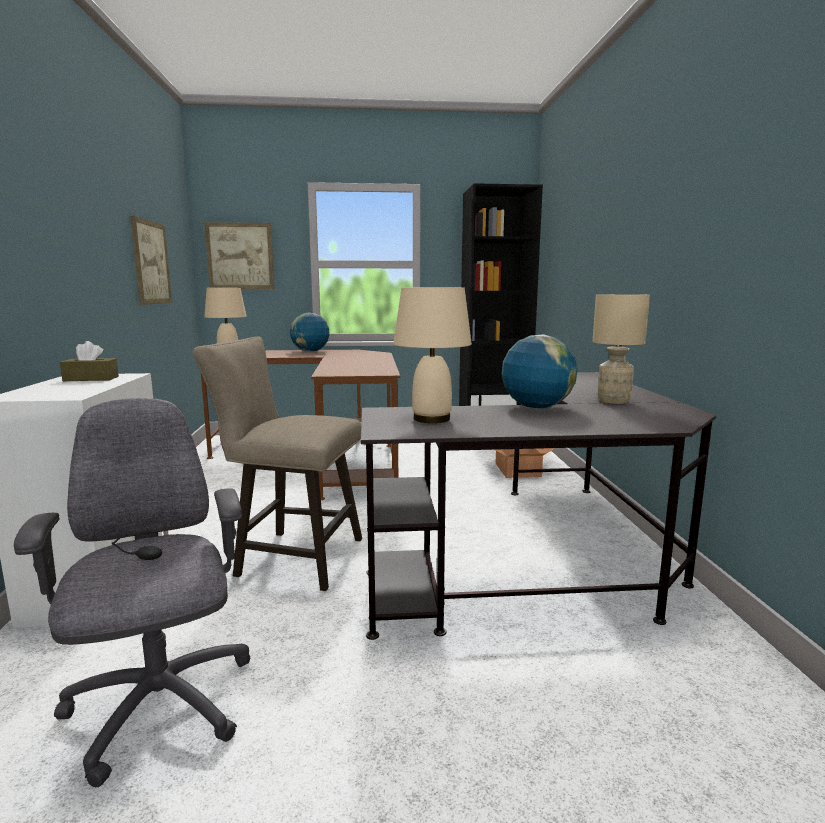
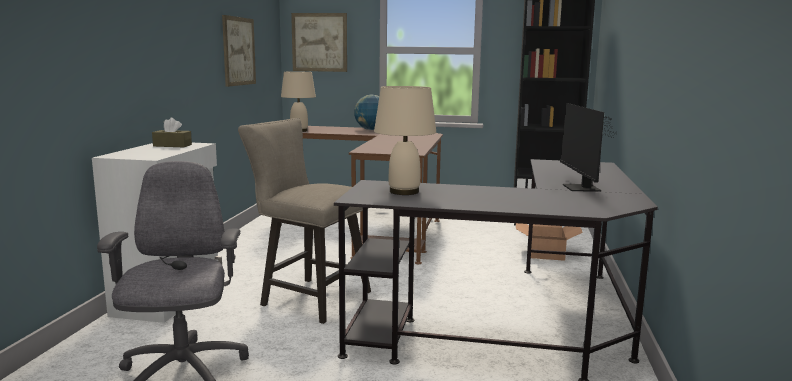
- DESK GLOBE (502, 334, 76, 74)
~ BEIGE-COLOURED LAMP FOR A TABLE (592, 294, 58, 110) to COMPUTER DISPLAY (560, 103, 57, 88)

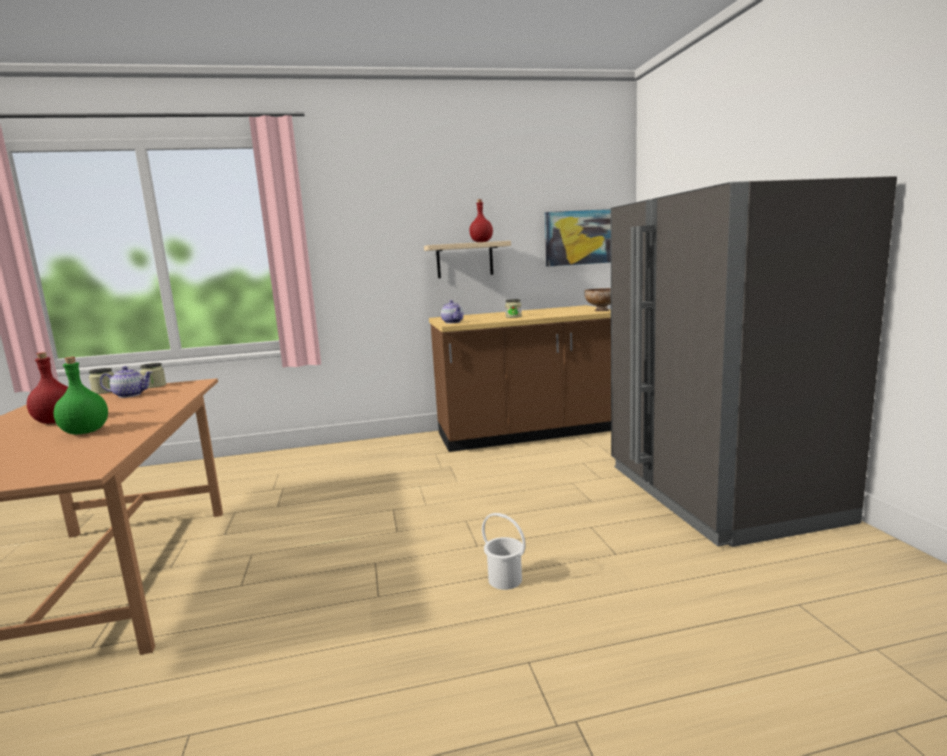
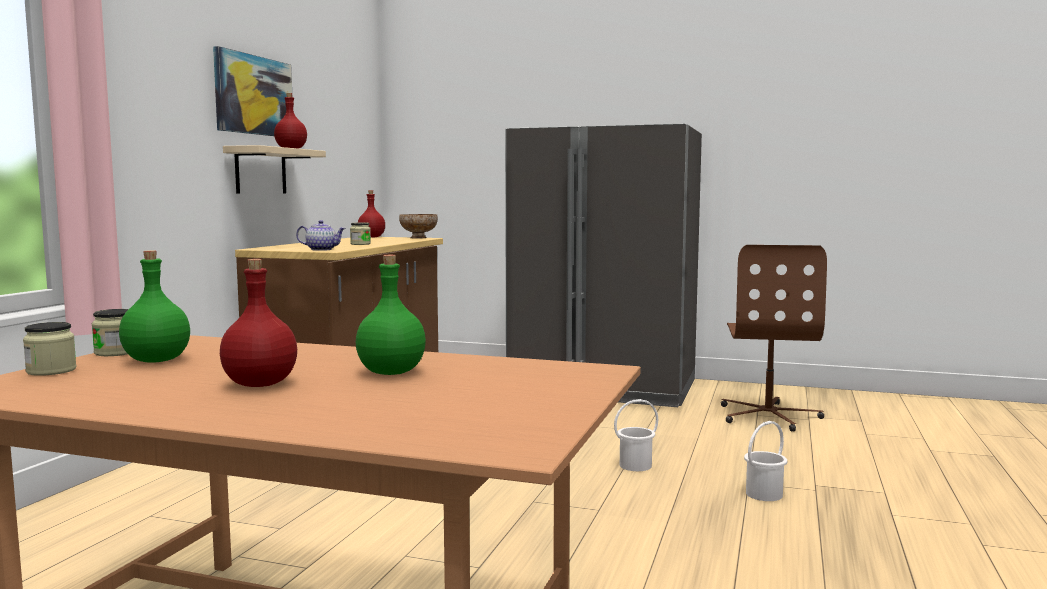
+ RED DRINK BOTTLE (358, 190, 27, 48)
+ BROWN-COLOURED OFFICE CHAIR (721, 245, 106, 186)
+ WHITE-COLOURED BUCKET (744, 421, 43, 80)
~ WALL PICTURE (545, 209, 66, 58) to (213, 46, 79, 90)
~ TEA POT (100, 366, 53, 32) to GREENISH DRINK BOTTLE (119, 250, 71, 113)

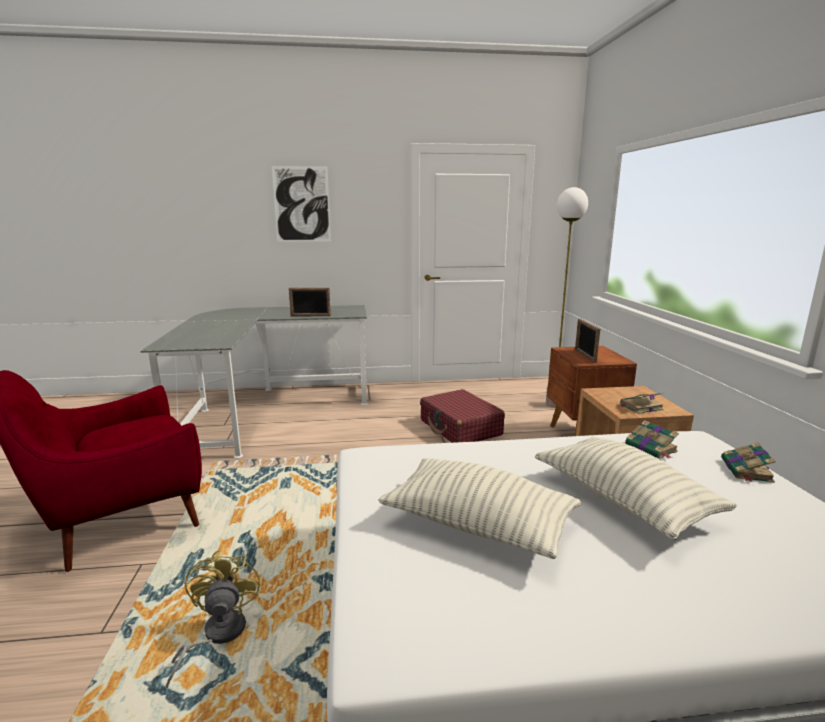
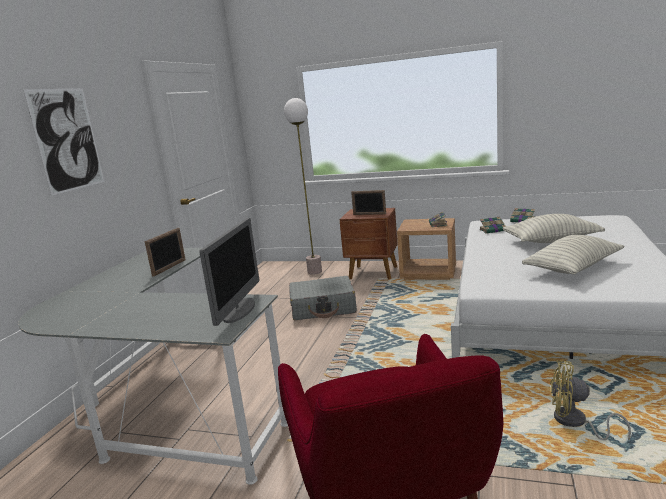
+ COMPUTER DISPLAY (199, 218, 61, 108)
~ RED PIECE OF LUGGAGE (420, 389, 85, 54) to GREY PIECE OF LUGGAGE (289, 276, 68, 44)

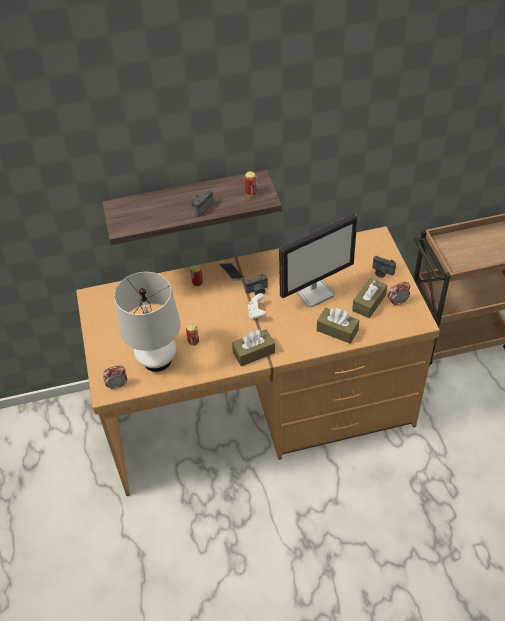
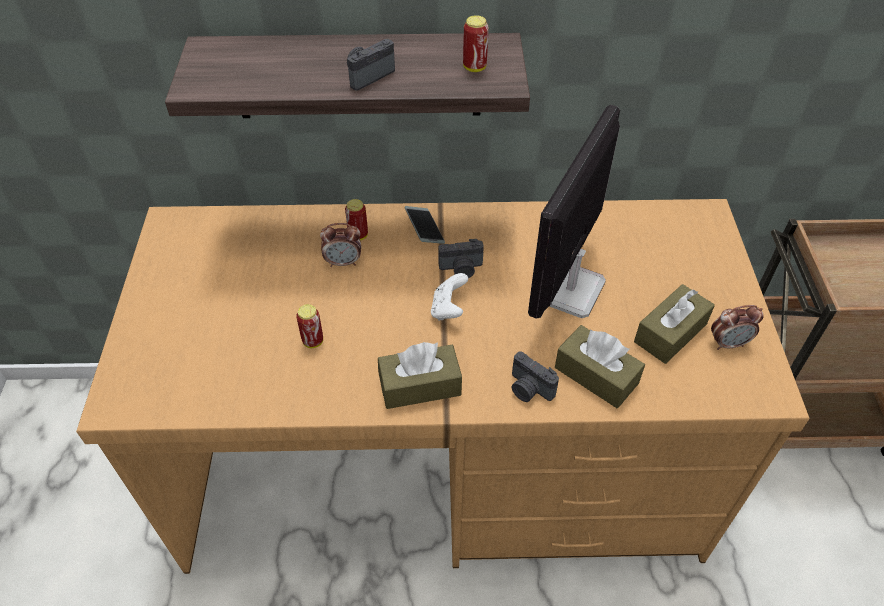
- WHITE-COLOURED LAMP FOR A TABLE (114, 272, 66, 100)
~ BEDSIDE CLOCK (103, 365, 24, 25) to (320, 223, 41, 44)
~ STILL CAMERA (372, 256, 24, 22) to (512, 351, 47, 51)
~ COMPUTER DISPLAY (279, 213, 79, 94) = (528, 105, 92, 214) 135 degrees clockwise

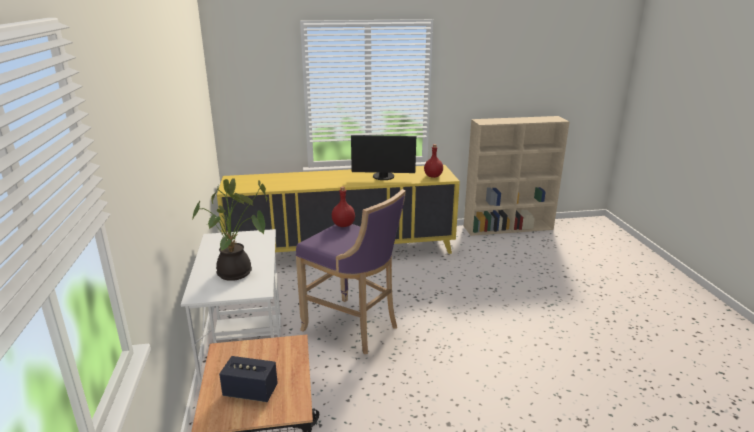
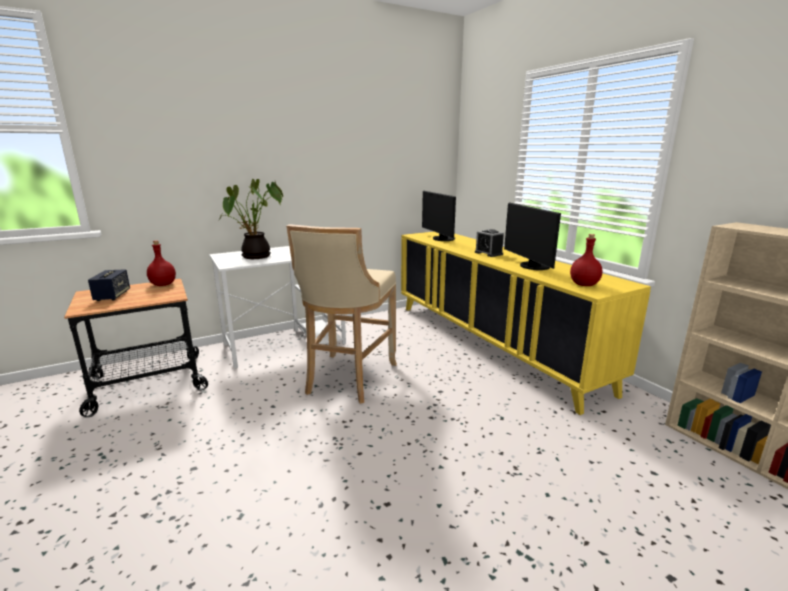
+ COMPUTER DISPLAY (422, 191, 34, 50)
+ BEDSIDE CLOCK (475, 229, 29, 28)
~ RED DRINK BOTTLE (332, 187, 23, 40) to (147, 241, 29, 45)
~ PURPLE-COLOURED STOOL SEAT (296, 189, 110, 165) to BEIGE-COLOURED STOOL SEAT (286, 224, 111, 180)

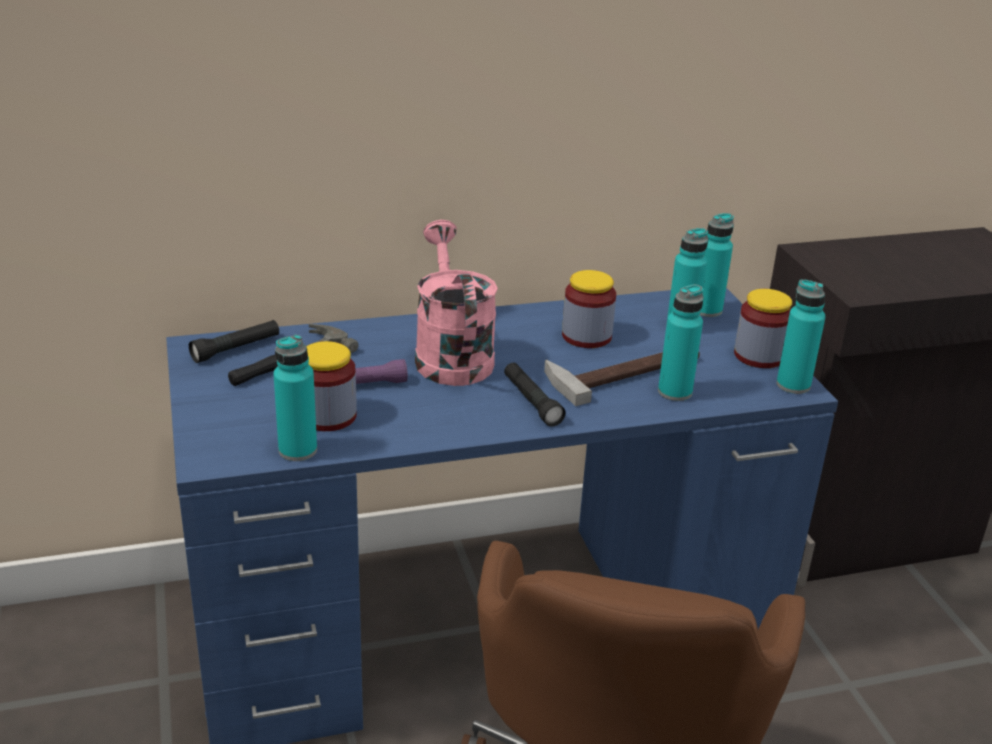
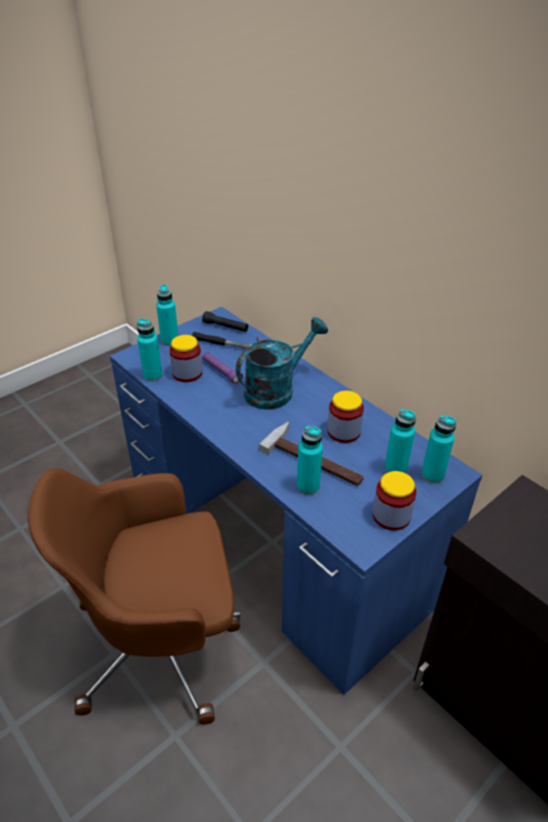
- BLACK-COLOURED TORCH (504, 363, 62, 64)
~ BLUE-GREEN DRINK BOTTLE (776, 279, 50, 115) to (156, 285, 22, 61)
~ PINK WATERING CAN (415, 220, 83, 166) to BLUE-GREEN WATERING CAN (236, 317, 92, 93)

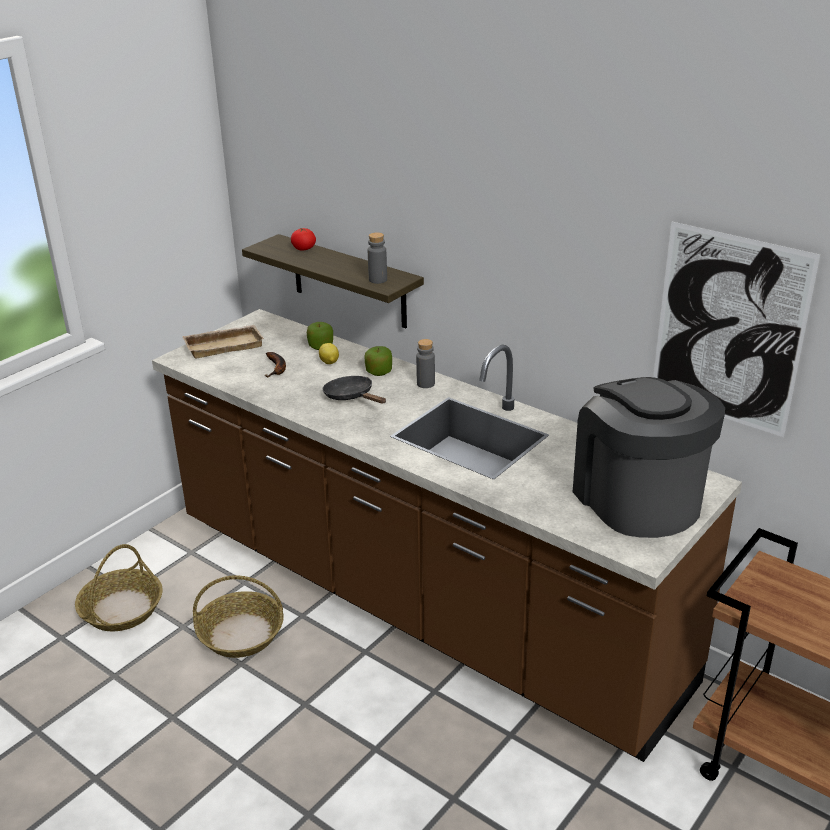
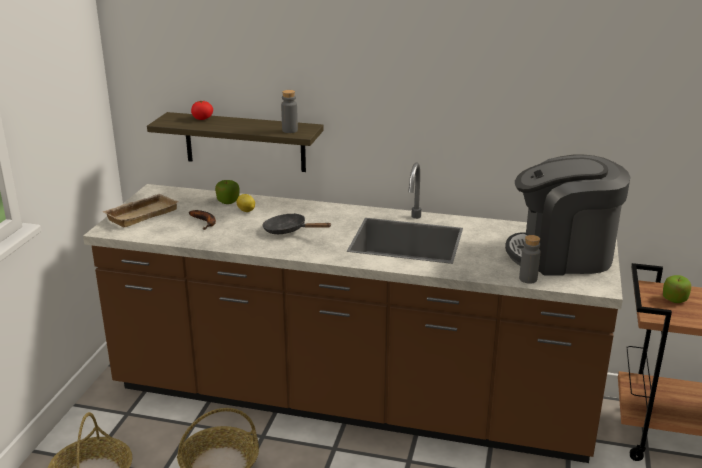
- WALL PICTURE (653, 222, 168, 215)
~ APPLE FRUIT (364, 346, 28, 30) to (663, 275, 28, 28)
~ GREY DRINK BOTTLE (416, 339, 19, 49) to (519, 235, 21, 49)
~ COFFEE MACHINE (573, 377, 152, 161) = (505, 154, 125, 122) 45 degrees counterclockwise

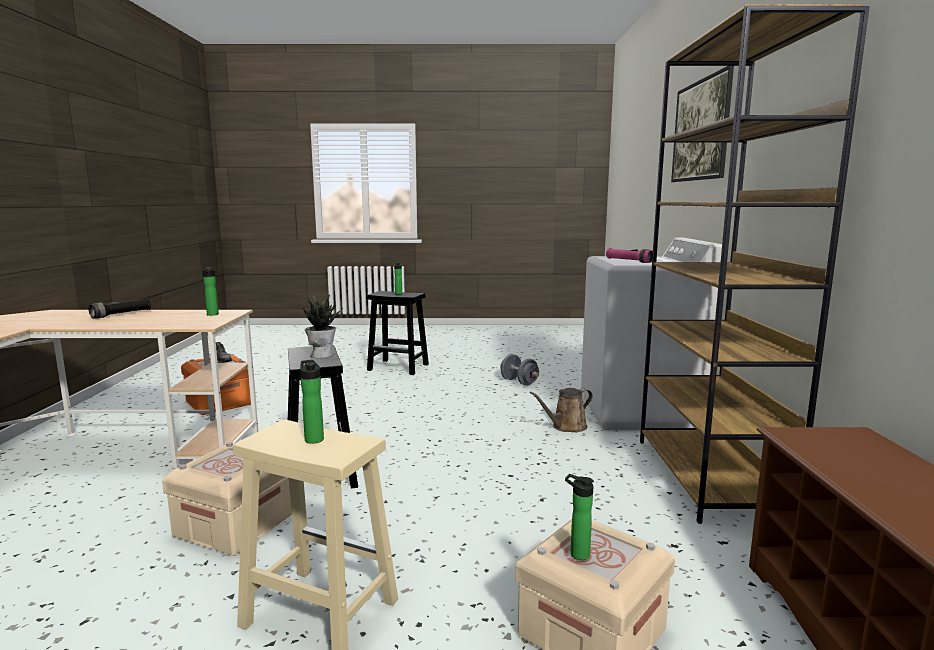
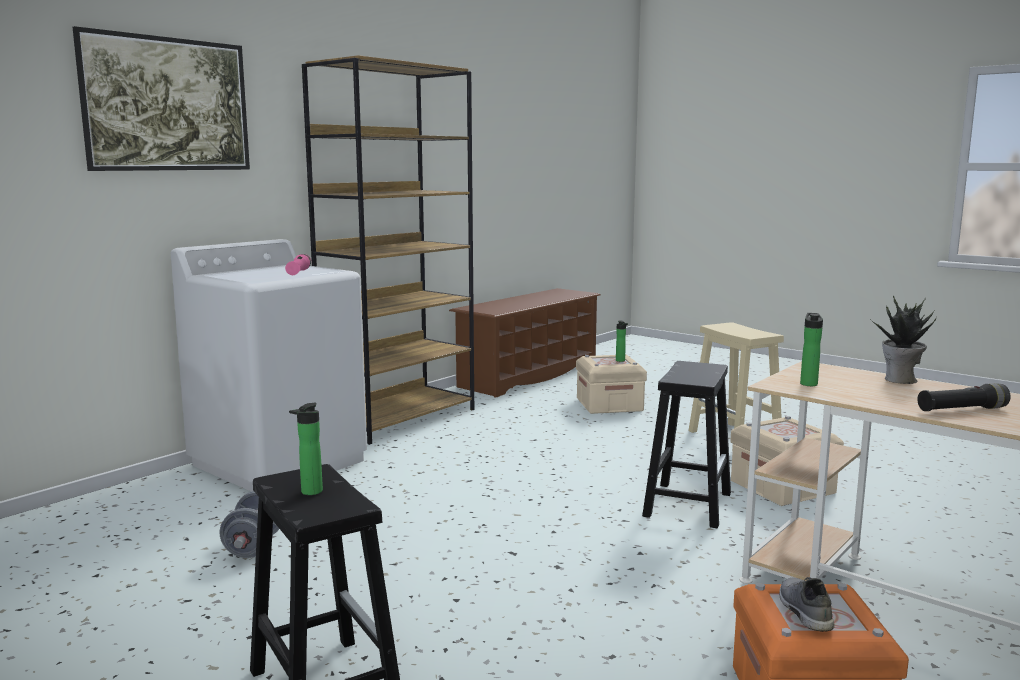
- DRINK BOTTLE (300, 360, 24, 84)
- BROWN-COLOURED WATERING CAN (530, 388, 63, 44)
~ POTTED PLANT (300, 294, 44, 64) to (870, 295, 67, 89)

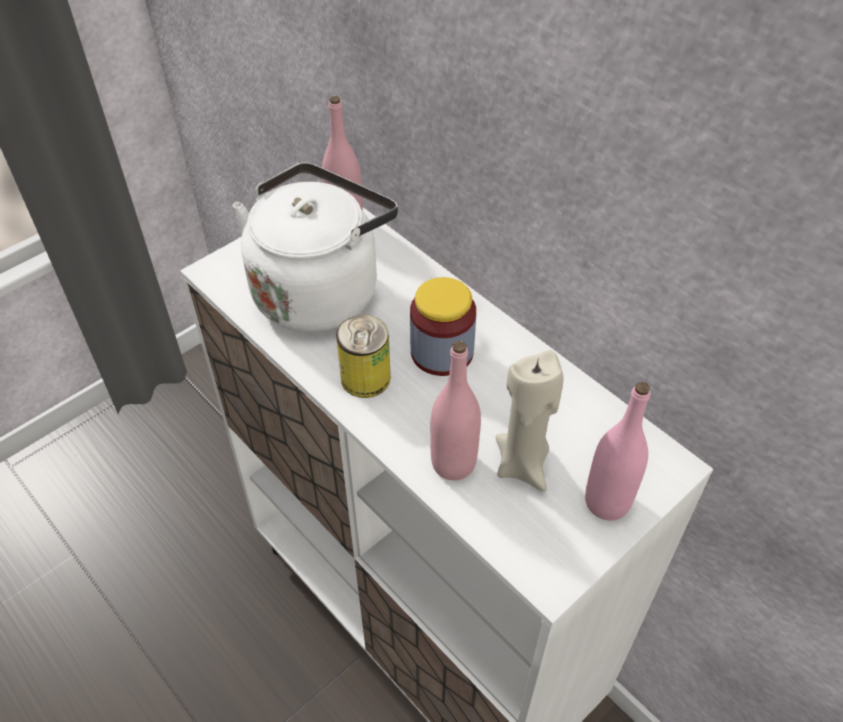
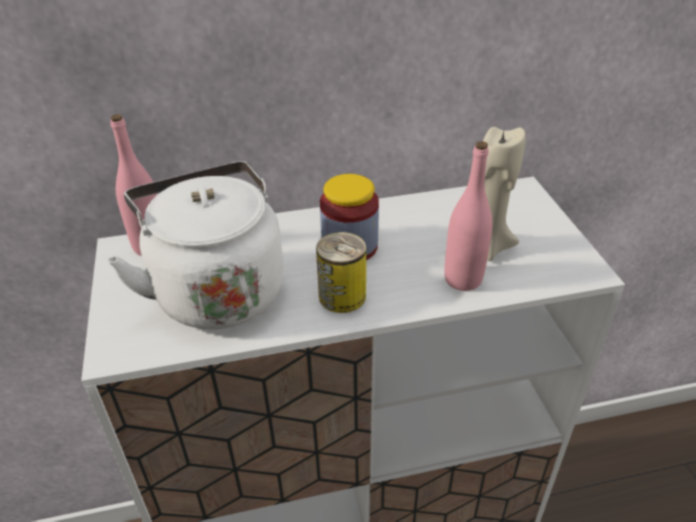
- PINK DRINK BOTTLE (585, 382, 66, 138)

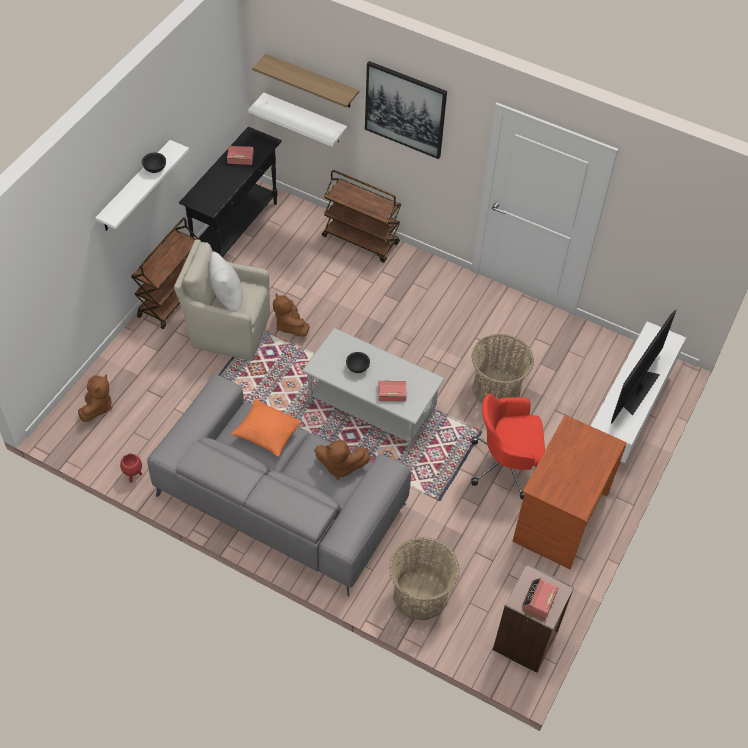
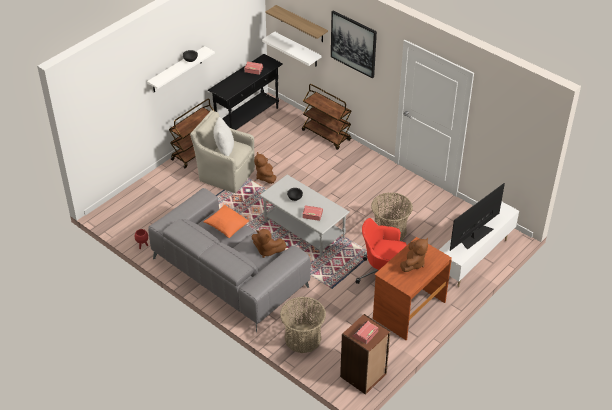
~ BROWN-COLOURED SOFT TOY (78, 374, 34, 48) to (400, 238, 28, 34)

